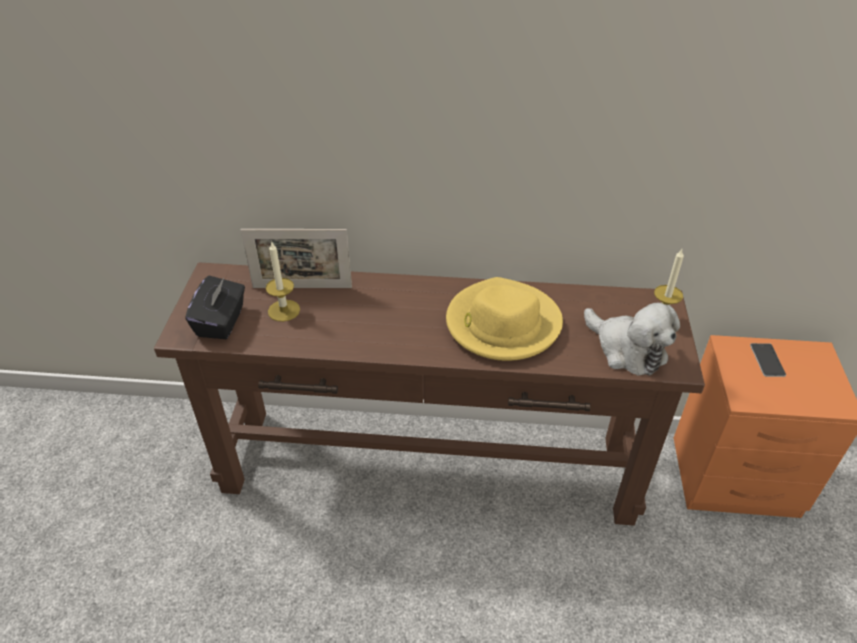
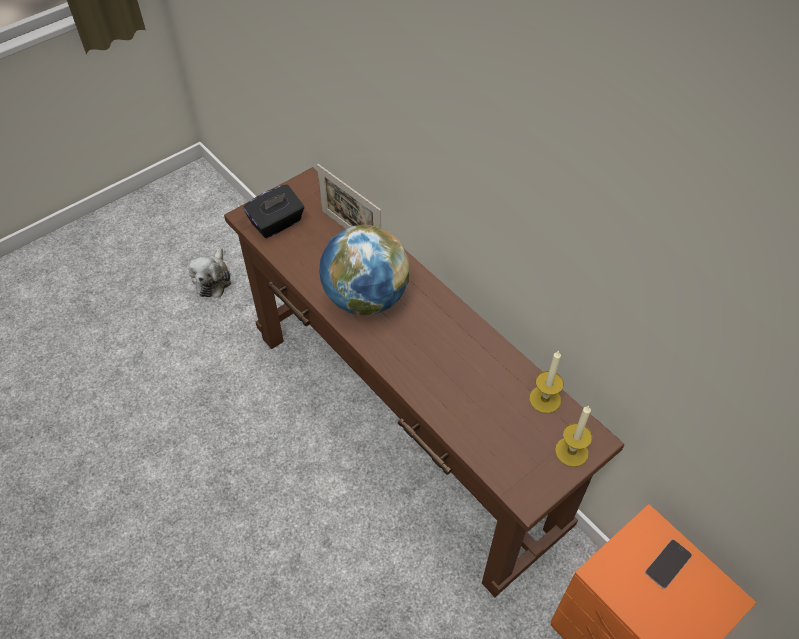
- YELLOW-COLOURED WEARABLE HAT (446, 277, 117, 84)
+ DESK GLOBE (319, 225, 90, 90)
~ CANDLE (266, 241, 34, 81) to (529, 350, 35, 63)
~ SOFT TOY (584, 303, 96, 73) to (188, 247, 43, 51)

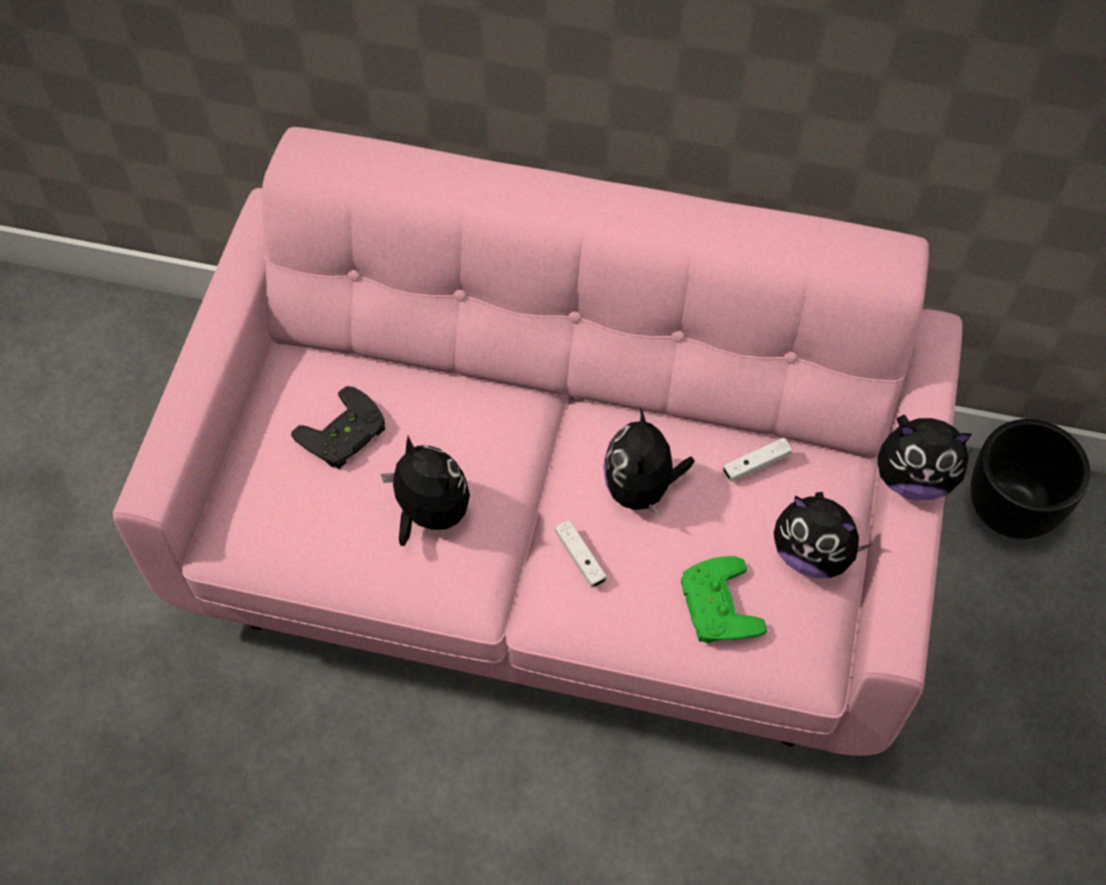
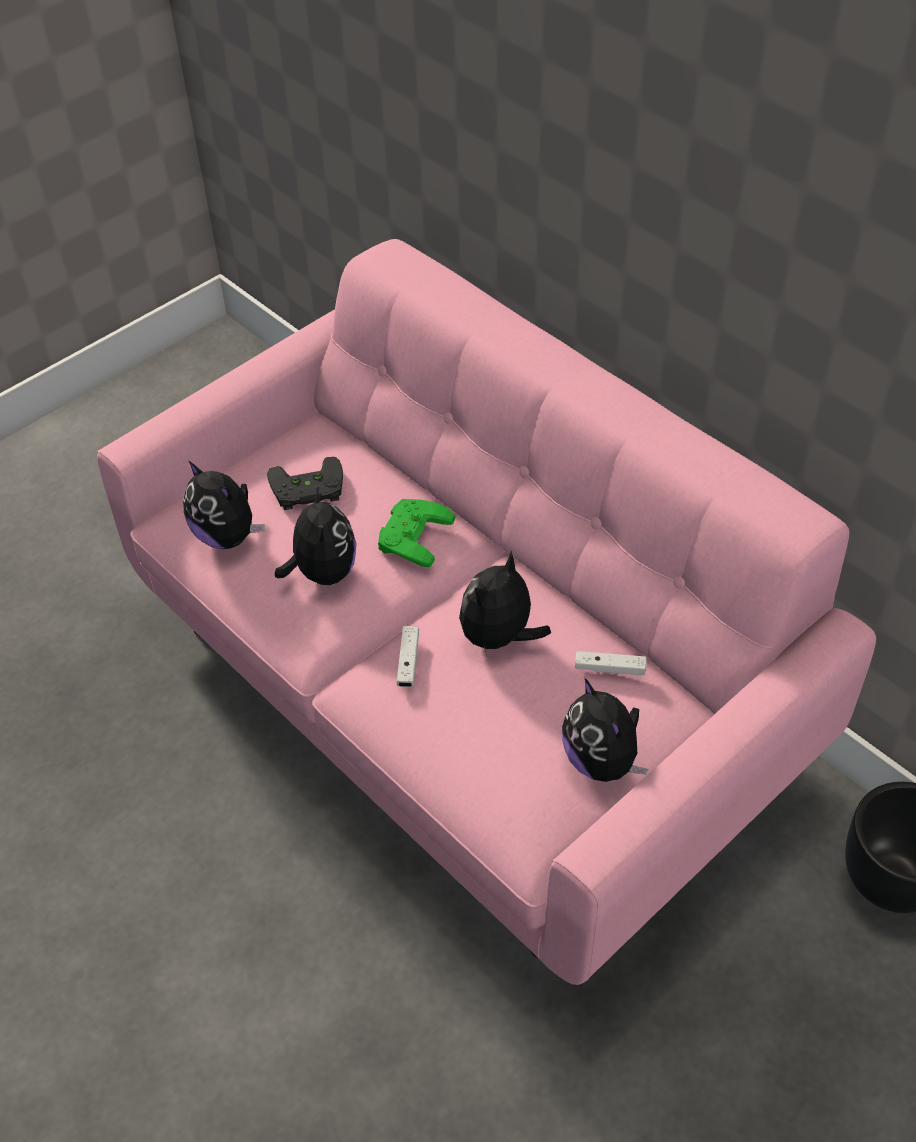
~ GREENISH GAMEPAD (681, 556, 86, 87) to (378, 499, 77, 68)
~ SOFT TOY (878, 415, 96, 85) to (183, 461, 82, 88)

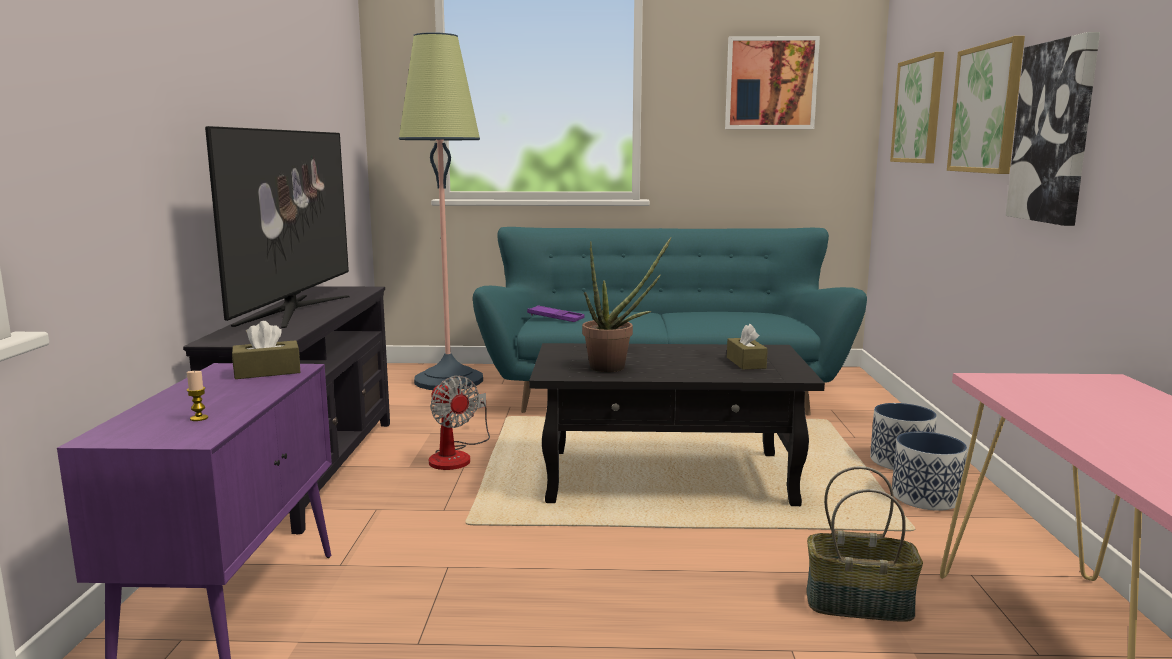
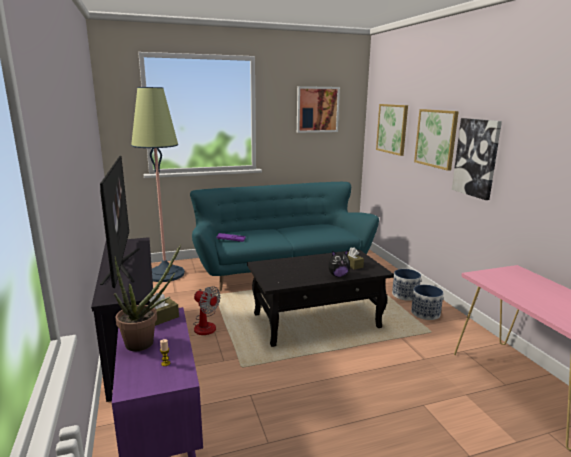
- STORAGE BASKET (806, 466, 117, 156)
+ SOFT TOY (328, 250, 22, 27)
~ POTTED PLANT (582, 237, 90, 135) to (114, 244, 67, 107)

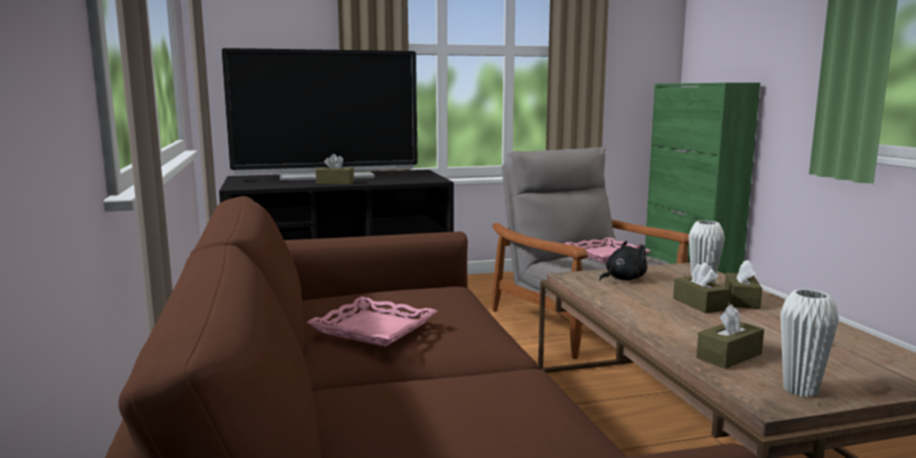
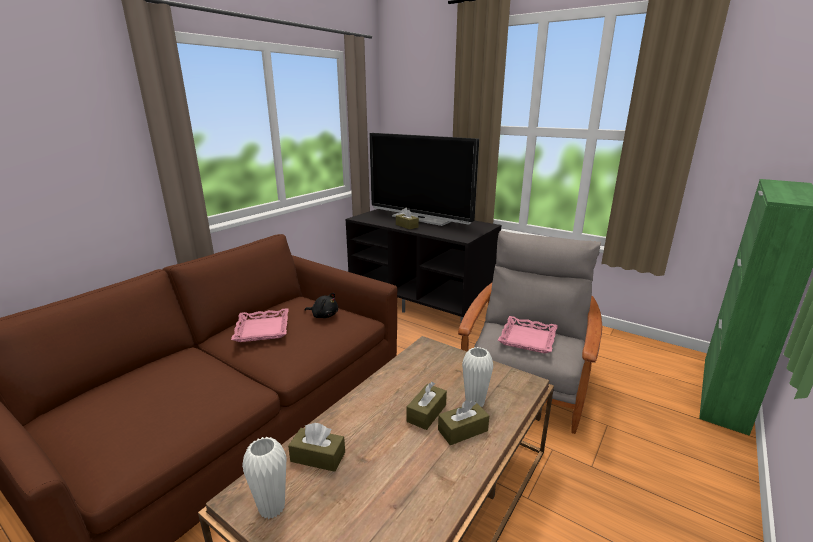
~ BLACK-COLOURED SOFT TOY (599, 241, 48, 40) to (305, 293, 33, 25)

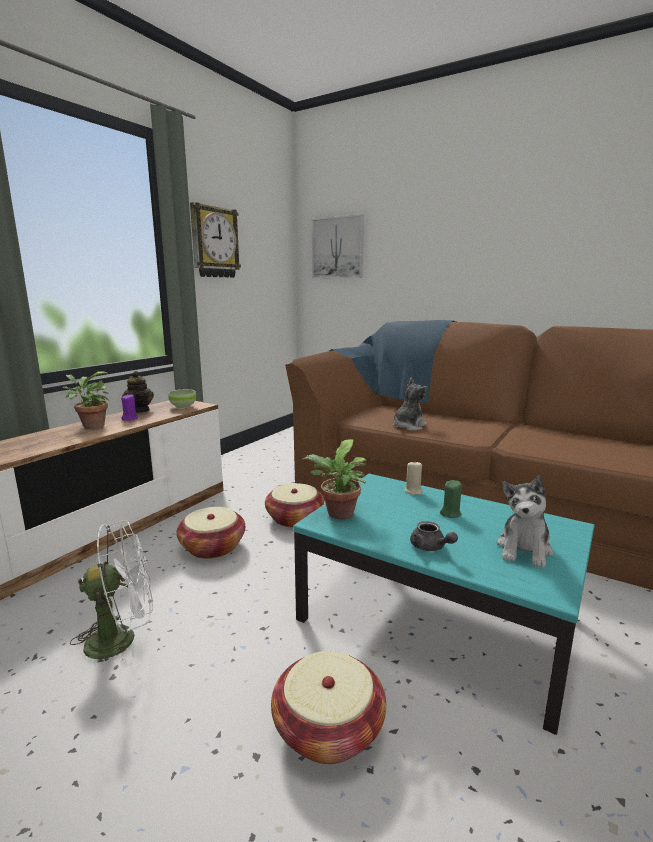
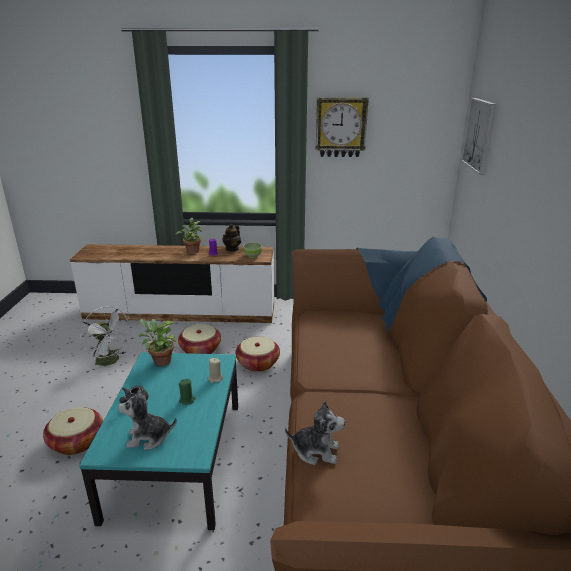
~ SOFT TOY (393, 378, 34, 53) to (285, 401, 60, 64)

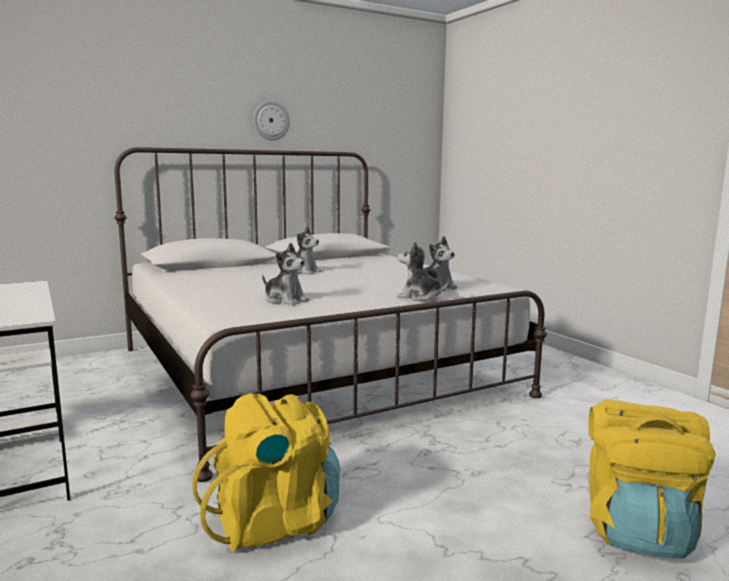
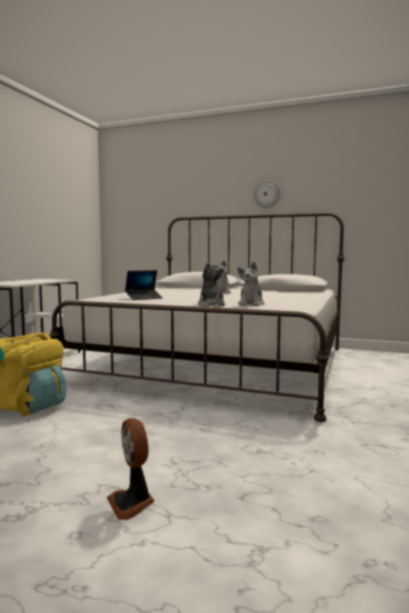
~ SOFT TOY (262, 243, 47, 62) to PORTABLE COMPUTER (125, 270, 38, 30)
~ YELLOW-COLOURED KNAPSACK (588, 399, 128, 160) to FAN (107, 418, 47, 102)

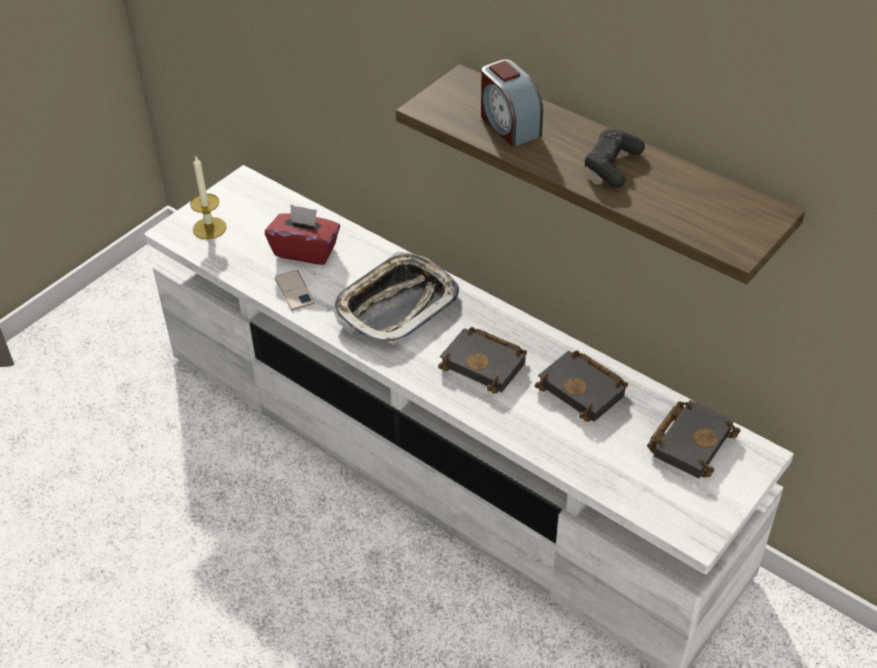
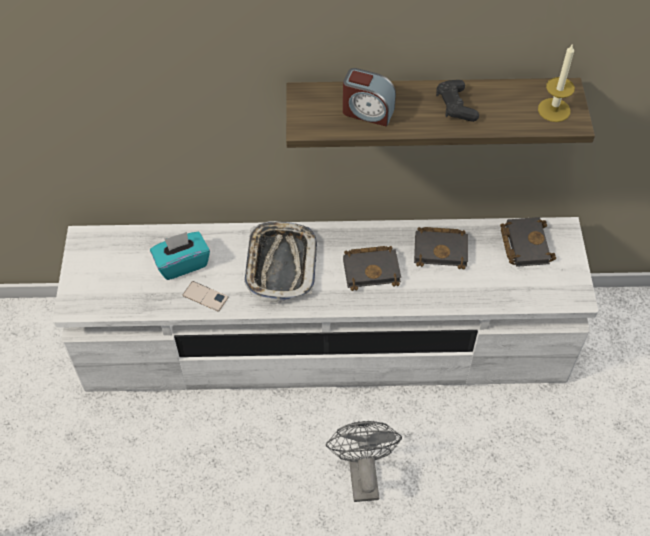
+ GREY FAN (326, 421, 76, 81)
~ CANDLE (190, 157, 37, 82) to (538, 43, 37, 79)
~ RED TISSUE BOX (265, 204, 75, 61) to BLUE-GREEN TISSUE BOX (150, 232, 60, 48)

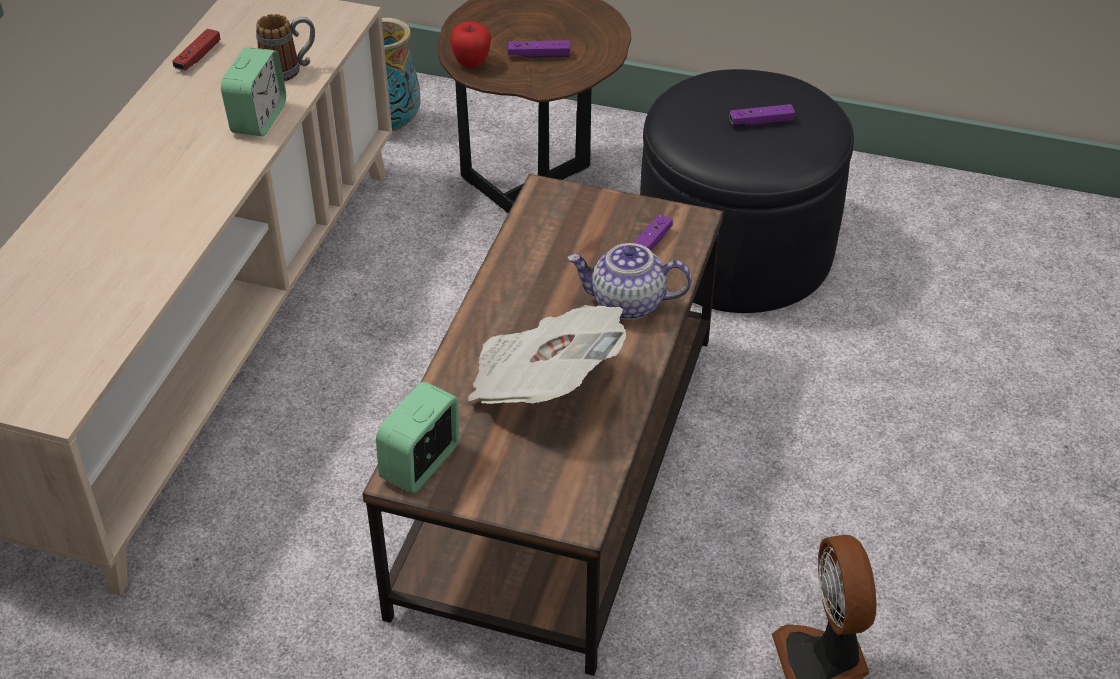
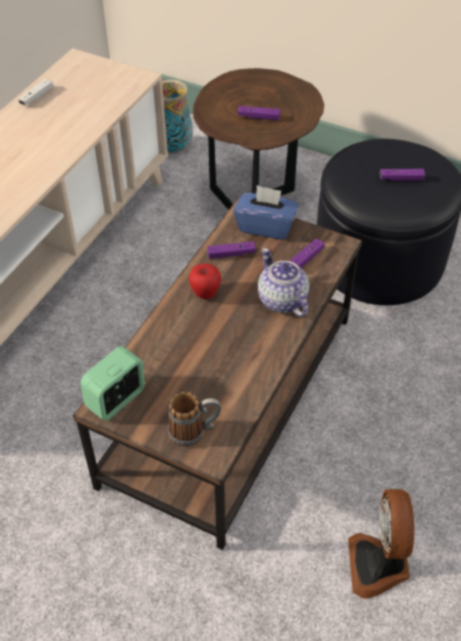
- BEDSIDE CLOCK (221, 47, 65, 89)
- NEWSPAPER (468, 305, 158, 99)
+ PURPLE-COLOURED GAMEPAD (207, 241, 49, 18)
+ BLUE TISSUE BOX (233, 185, 66, 55)
~ TEA MUG (256, 14, 59, 67) to (168, 392, 53, 55)
~ APPLE FRUIT (450, 21, 41, 47) to (189, 263, 32, 36)
~ RED GAMEPAD (172, 29, 48, 42) to WHITE-COLOURED GAMEPAD (18, 79, 35, 27)
~ TEA POT (567, 243, 125, 77) = (258, 248, 51, 69) 45 degrees clockwise

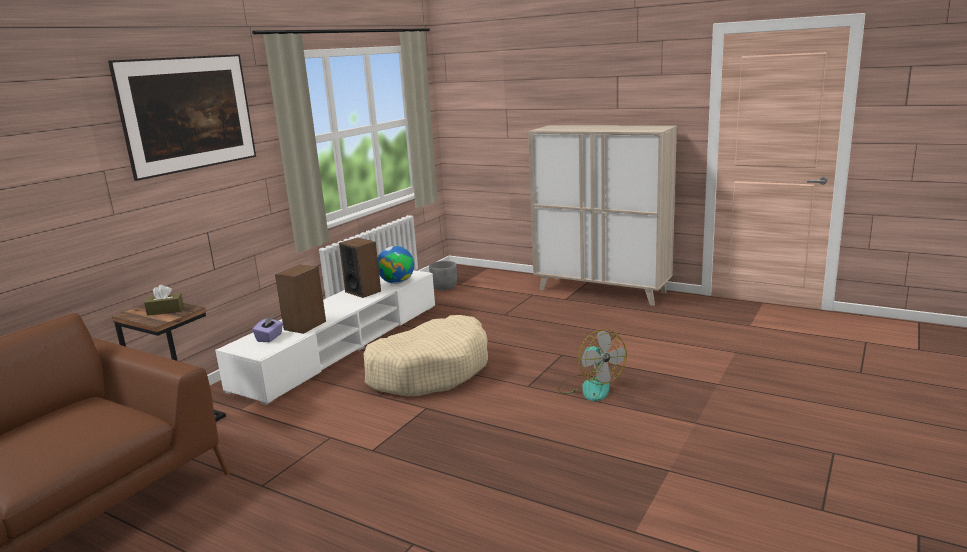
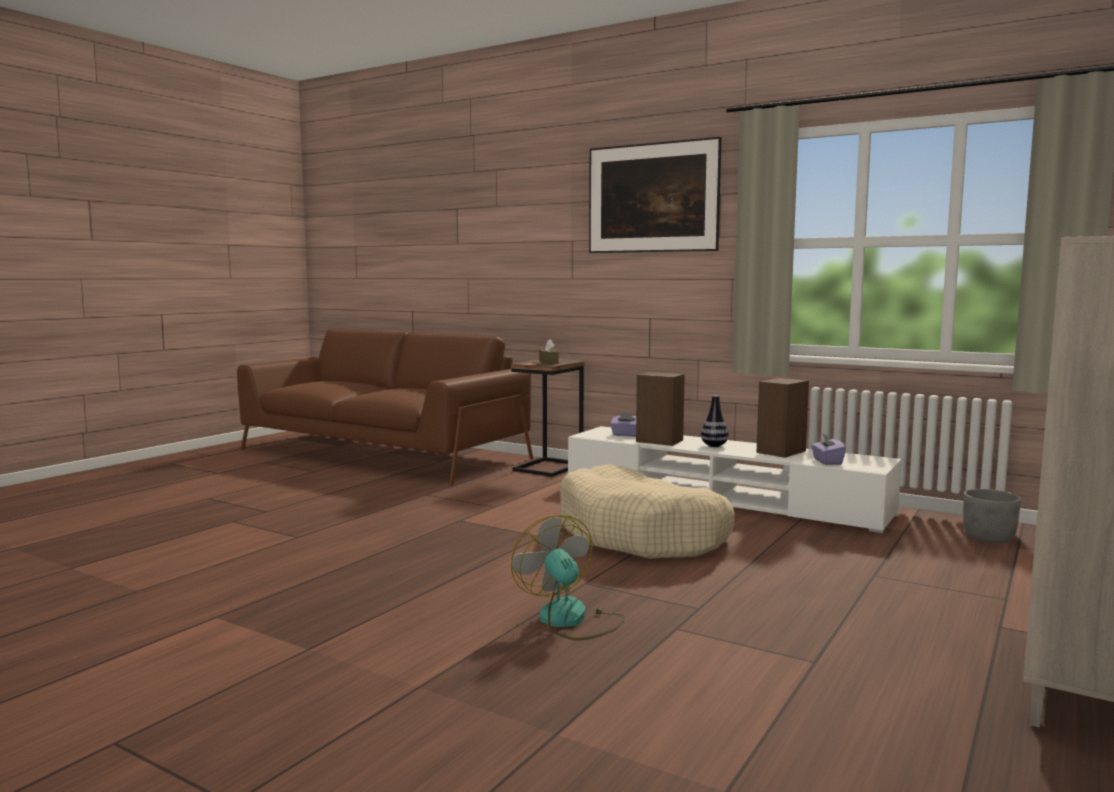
+ DECORATIVE VASE (701, 395, 28, 52)
~ DESK GLOBE (378, 246, 36, 38) to PURPLE-COLOURED TISSUE BOX (811, 434, 35, 31)
~ FAN (558, 329, 69, 72) = (511, 515, 114, 125) 90 degrees clockwise

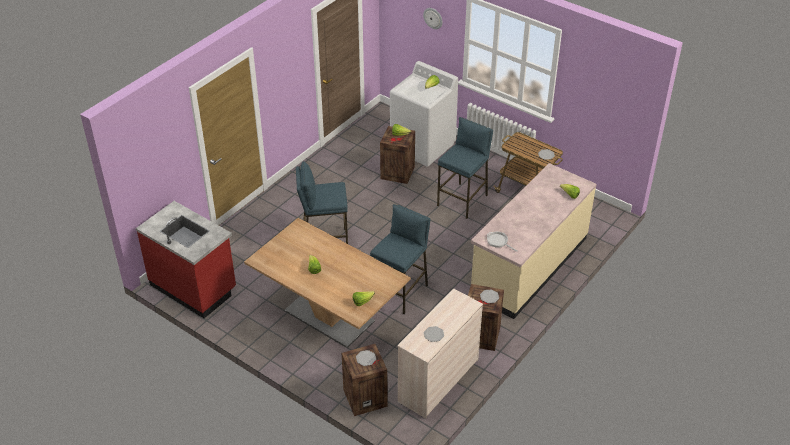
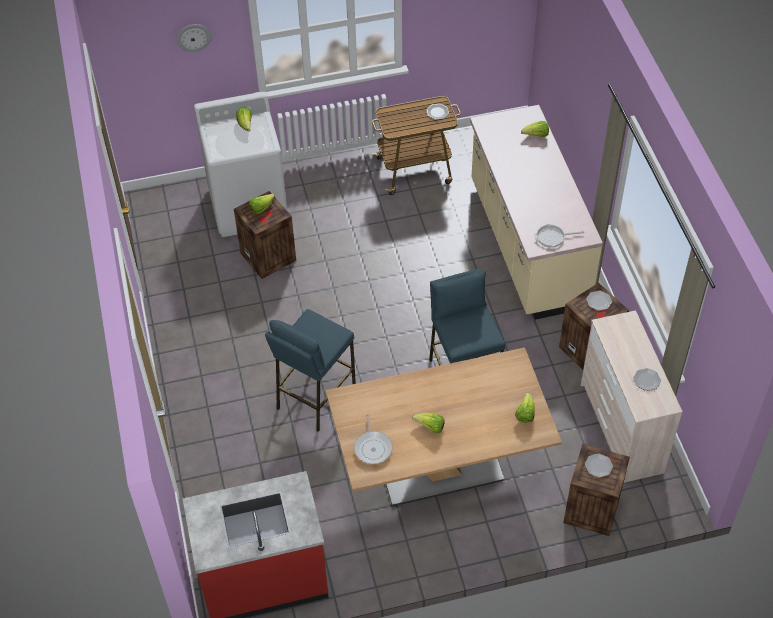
- BLUE STOOL SEAT (437, 117, 56, 102)
+ PAN (354, 414, 38, 50)

